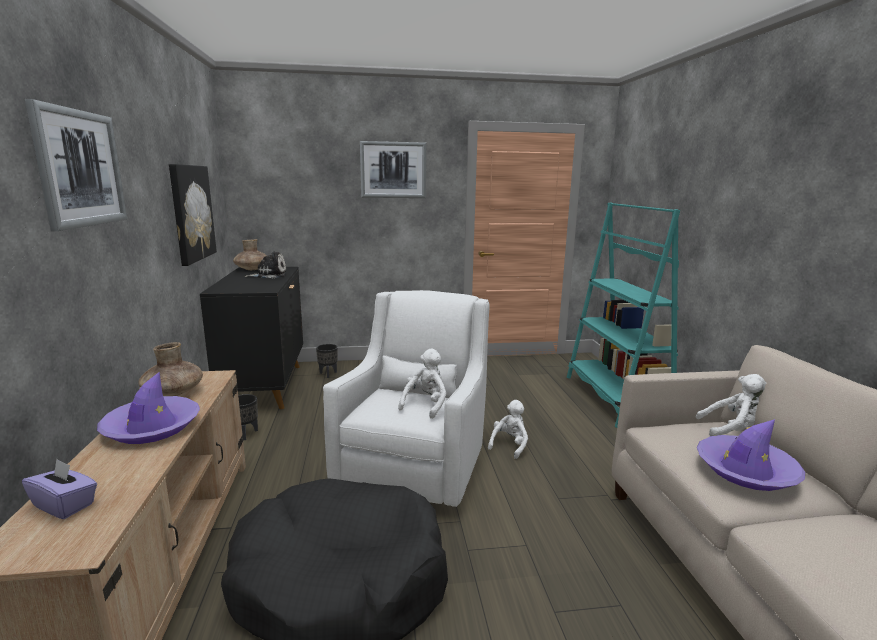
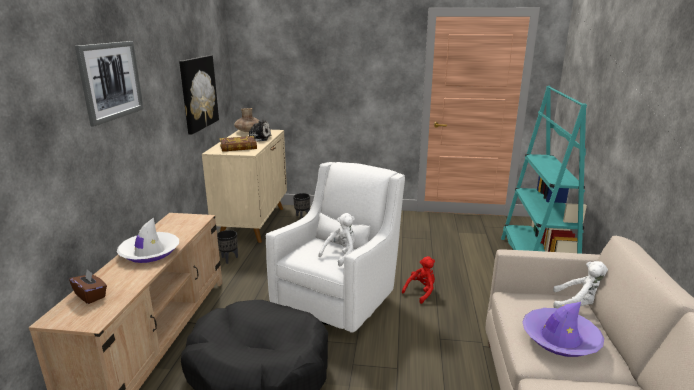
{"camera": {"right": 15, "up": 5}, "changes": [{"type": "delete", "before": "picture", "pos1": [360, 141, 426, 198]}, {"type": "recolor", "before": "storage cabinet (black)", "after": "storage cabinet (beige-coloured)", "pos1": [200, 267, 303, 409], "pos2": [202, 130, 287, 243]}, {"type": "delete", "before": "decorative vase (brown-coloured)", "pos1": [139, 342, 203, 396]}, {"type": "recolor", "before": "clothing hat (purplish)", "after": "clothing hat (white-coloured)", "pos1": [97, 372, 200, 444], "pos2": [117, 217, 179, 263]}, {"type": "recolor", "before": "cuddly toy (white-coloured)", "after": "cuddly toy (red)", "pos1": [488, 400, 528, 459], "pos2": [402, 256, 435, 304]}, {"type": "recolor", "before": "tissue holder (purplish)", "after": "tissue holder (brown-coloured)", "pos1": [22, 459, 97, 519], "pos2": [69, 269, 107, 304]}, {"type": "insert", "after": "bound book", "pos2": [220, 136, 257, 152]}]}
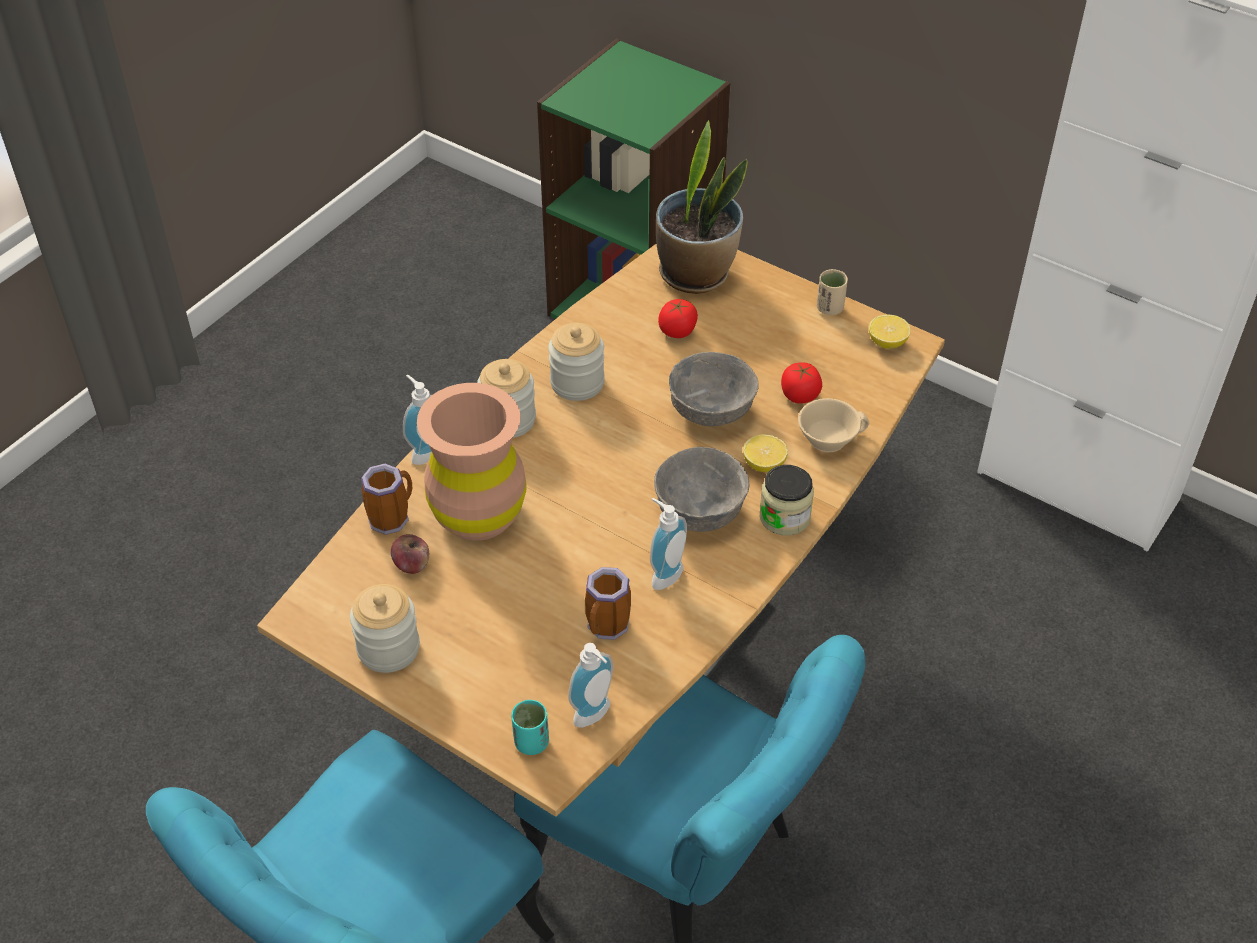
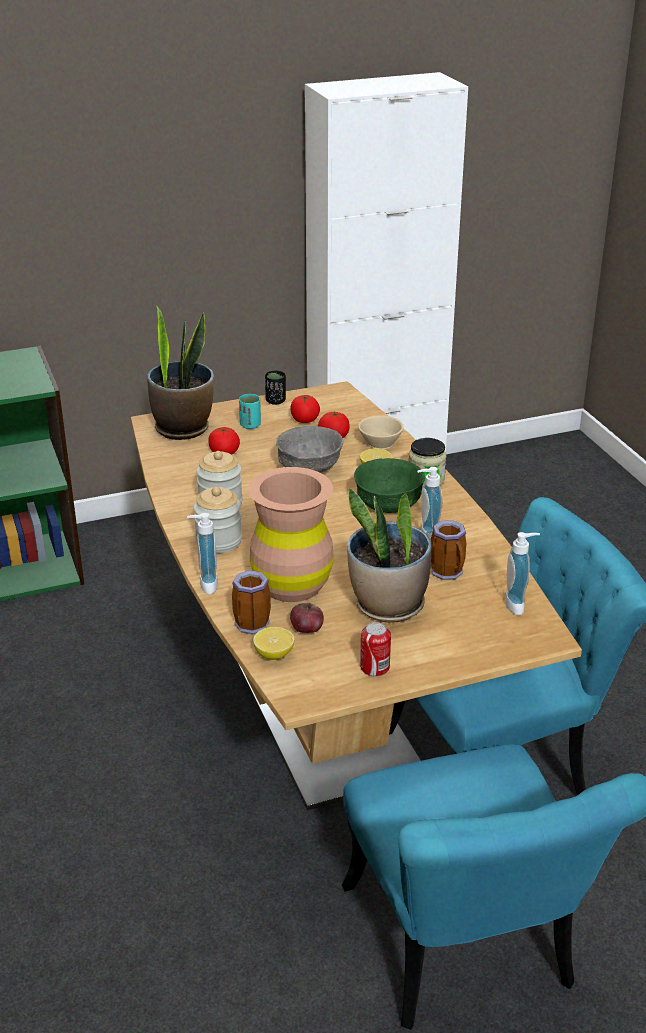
{"camera": {"right": -55, "up": -15}, "changes": [{"type": "recolor", "before": "drinking cup (beige-coloured)", "after": "drinking cup (black)", "pos1": [817, 269, 848, 315], "pos2": [265, 370, 286, 405]}, {"type": "move", "before": "lemon", "pos1": [869, 314, 910, 349], "pos2": [253, 627, 294, 660]}, {"type": "recolor", "before": "serving bowl (grey)", "after": "serving bowl (green-coloured)", "pos1": [654, 447, 749, 532], "pos2": [354, 458, 425, 513]}, {"type": "replace", "before": "jar", "after": "metal can", "pos1": [350, 584, 420, 673], "pos2": [360, 622, 391, 677]}, {"type": "move", "before": "drinking cup (blue-green)", "pos1": [511, 700, 549, 755], "pos2": [239, 394, 261, 429]}, {"type": "insert", "after": "tomato", "pos2": [290, 395, 320, 423]}, {"type": "insert", "after": "houseplant", "pos2": [347, 488, 431, 623]}]}
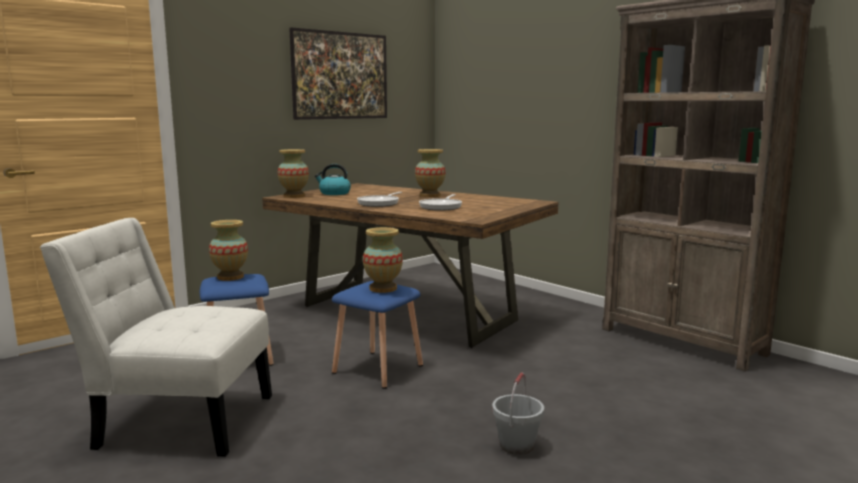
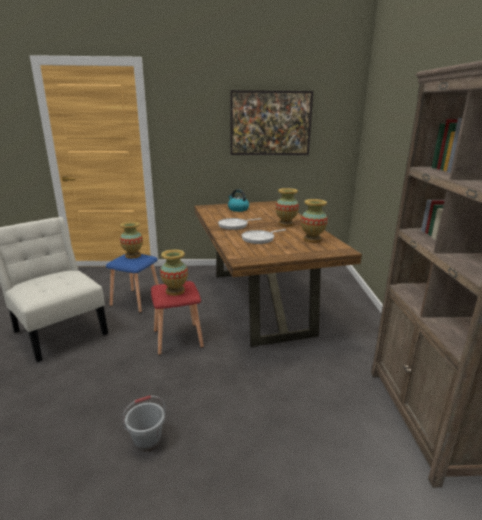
{"camera": {"right": 40, "up": 10}, "changes": [{"type": "move", "before": "decorative vase", "pos1": [278, 149, 309, 198], "pos2": [301, 199, 328, 243]}, {"type": "recolor", "before": "stool seat (blue)", "after": "stool seat (red)", "pos1": [332, 281, 423, 389], "pos2": [151, 281, 204, 355]}]}
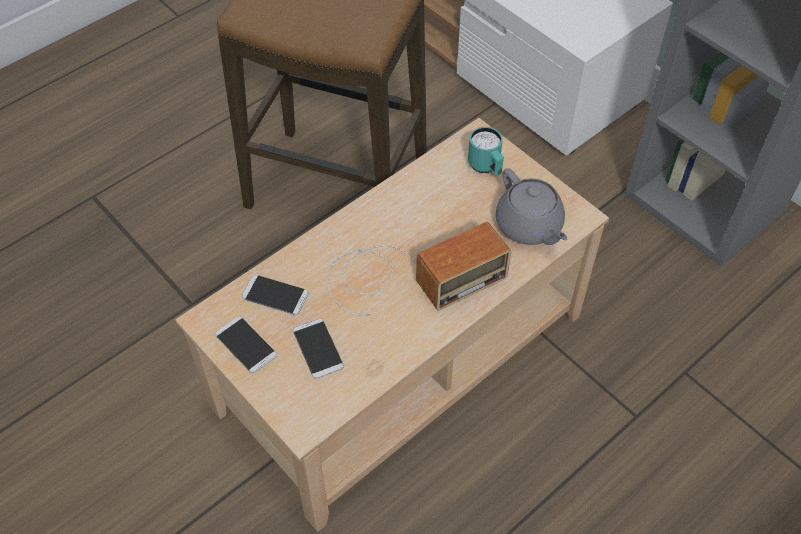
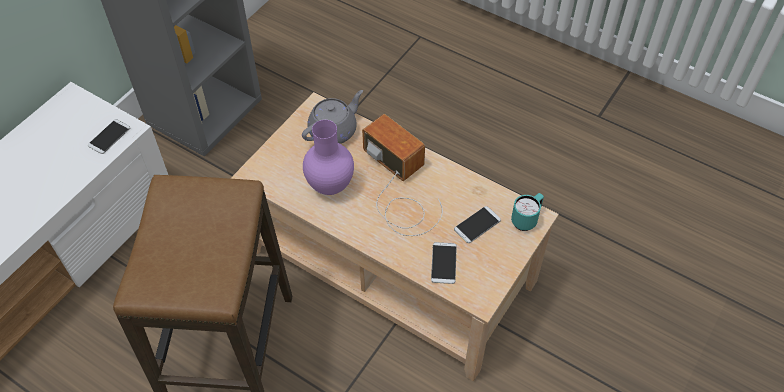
{"camera": {"right": -105, "up": 0}, "changes": [{"type": "move", "before": "coffee mug (blue-green)", "pos1": [468, 127, 504, 175], "pos2": [511, 193, 544, 231]}, {"type": "move", "before": "telephone", "pos1": [215, 316, 277, 373], "pos2": [88, 119, 130, 154]}, {"type": "insert", "after": "decorative vase (purplish)", "pos2": [303, 120, 354, 195]}]}
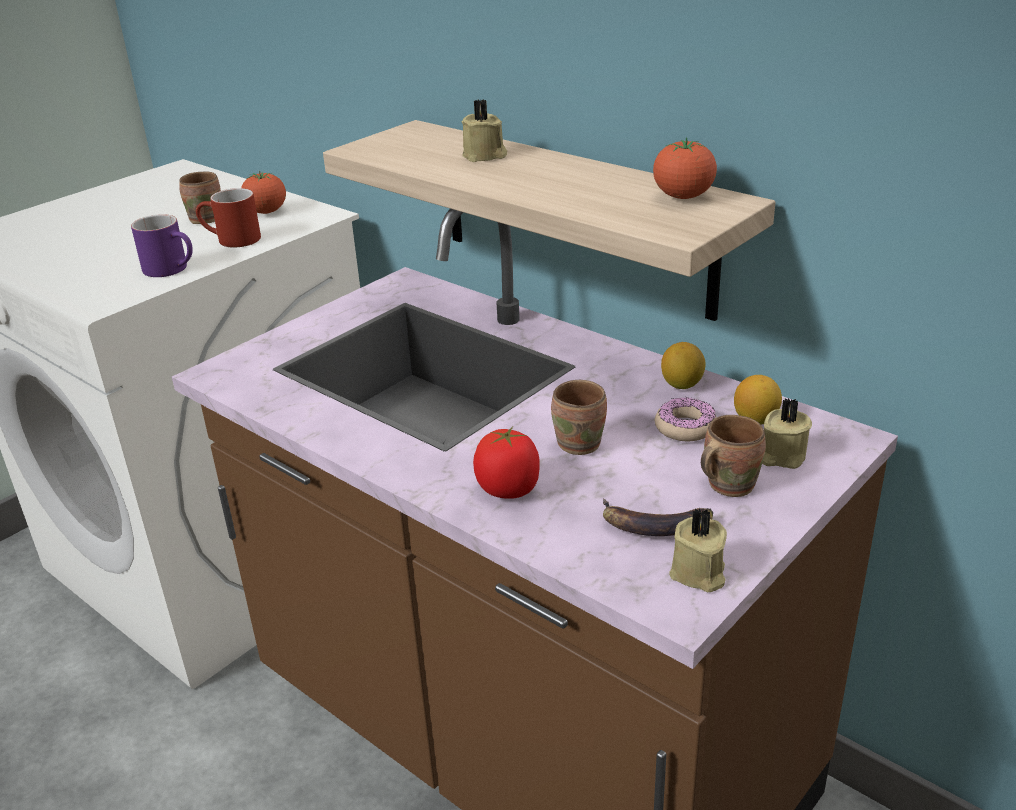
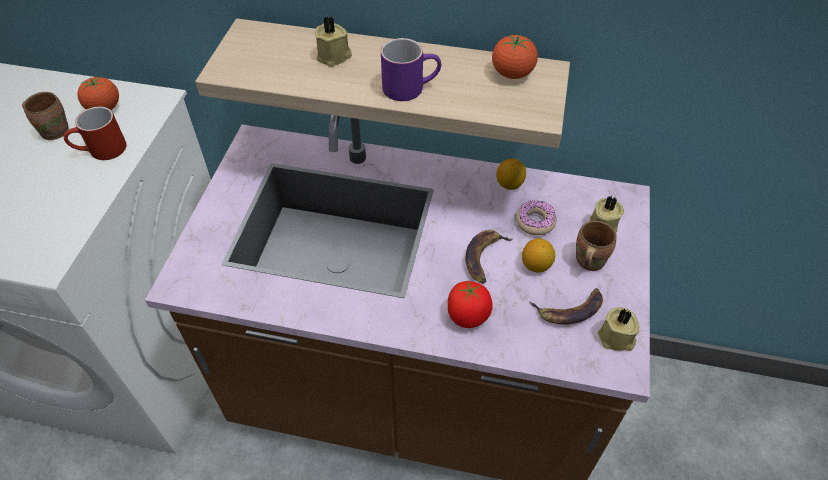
{"camera": {"right": -30, "up": 20}, "changes": [{"type": "move", "before": "coffee mug (purplish)", "pos1": [131, 214, 193, 277], "pos2": [381, 38, 441, 101]}, {"type": "move", "before": "lemon", "pos1": [734, 375, 782, 424], "pos2": [522, 239, 555, 272]}, {"type": "replace", "before": "coffee mug (brown-coloured)", "after": "whole banana", "pos1": [551, 380, 607, 455], "pos2": [465, 230, 514, 284]}]}
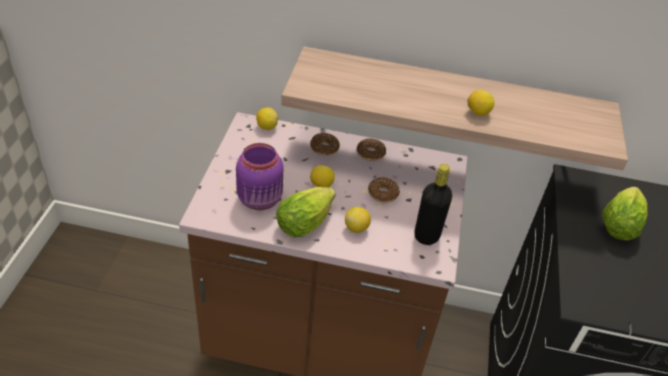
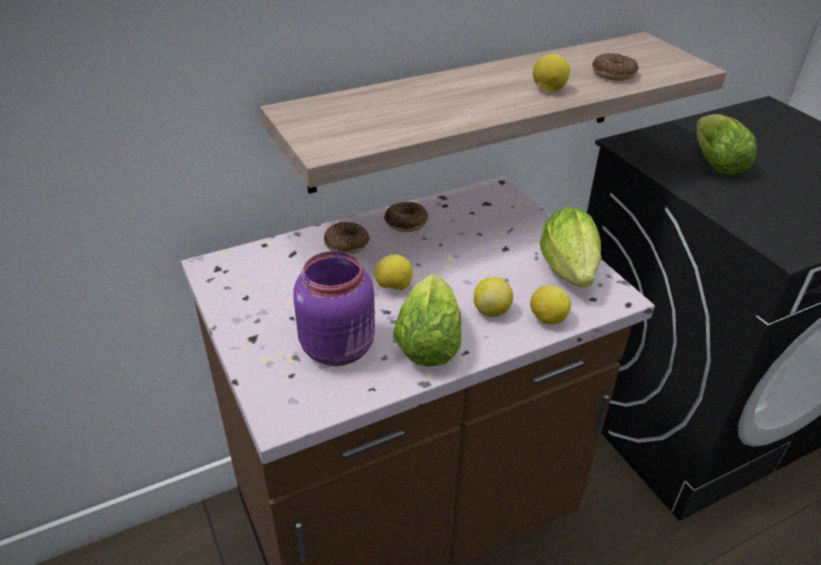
{"camera": {"right": -35, "up": -5}, "changes": [{"type": "move", "before": "lemon", "pos1": [256, 107, 278, 130], "pos2": [530, 285, 571, 324]}, {"type": "replace", "before": "bottle (black)", "after": "head of lettuce", "pos1": [414, 164, 452, 245], "pos2": [540, 207, 601, 288]}, {"type": "move", "before": "donut", "pos1": [368, 177, 400, 203], "pos2": [592, 53, 639, 81]}]}
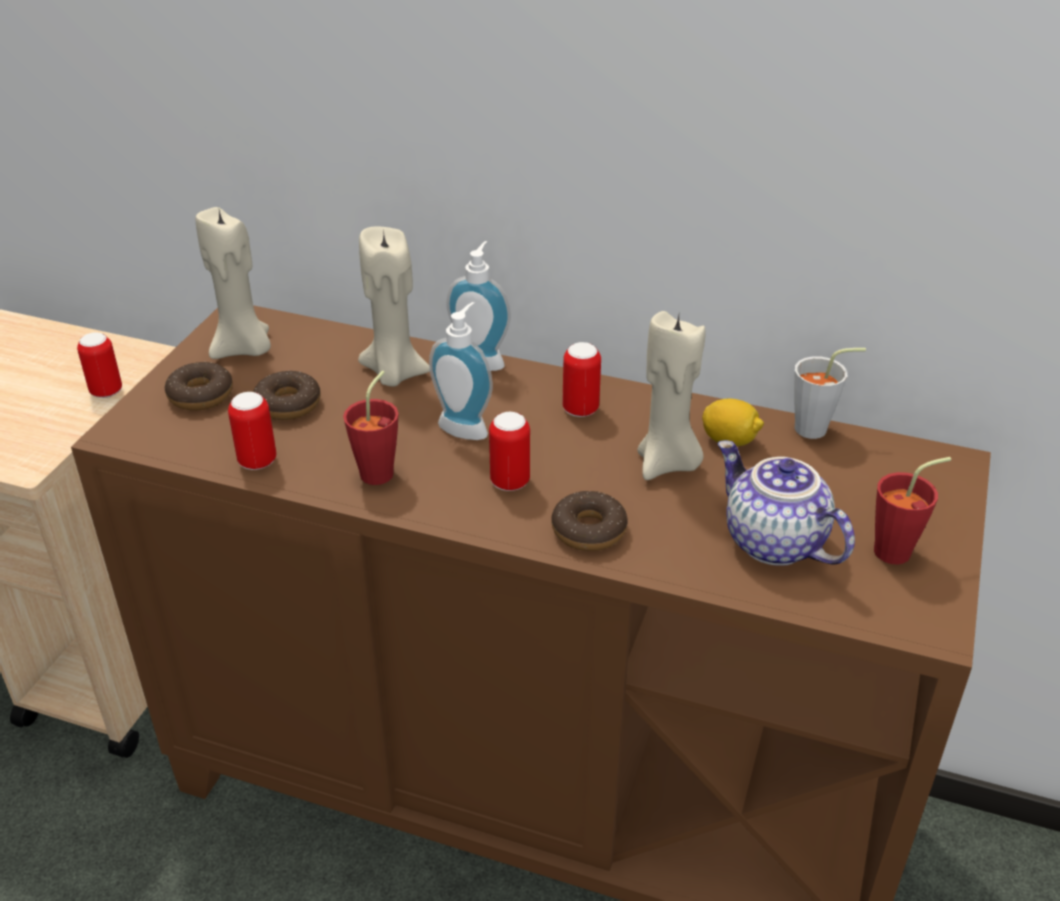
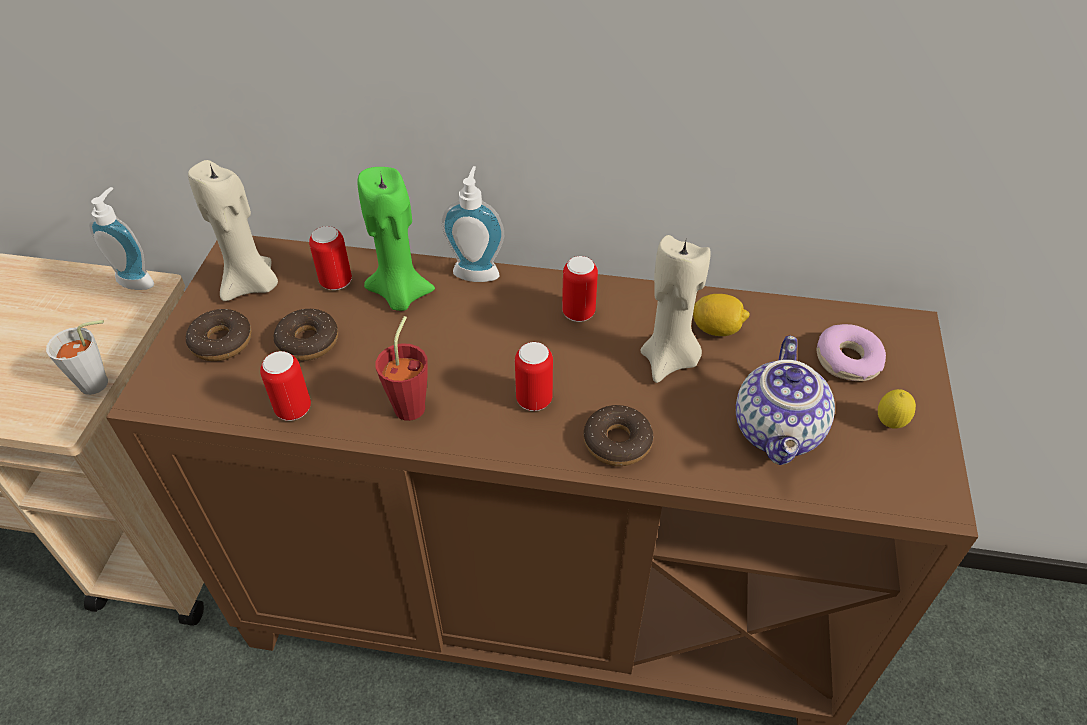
{"camera": {"right": -10, "up": 10}, "changes": [{"type": "recolor", "before": "wax light (beige-coloured)", "after": "wax light (green-coloured)", "pos1": [358, 226, 430, 387], "pos2": [357, 167, 435, 311]}, {"type": "move", "before": "soap dispenser", "pos1": [429, 302, 493, 440], "pos2": [89, 187, 154, 290]}, {"type": "move", "before": "metal can", "pos1": [77, 333, 122, 398], "pos2": [309, 226, 352, 290]}, {"type": "move", "before": "drinking cup (grey)", "pos1": [794, 348, 866, 439], "pos2": [46, 320, 108, 395]}, {"type": "rotate", "before": "pot for tea", "pos1": [717, 440, 855, 566], "pos2": [736, 335, 835, 465], "turn": -120}, {"type": "replace", "before": "drinking cup (red)", "after": "lemon", "pos1": [874, 457, 951, 565], "pos2": [878, 389, 916, 429]}, {"type": "insert", "after": "donut", "pos2": [817, 324, 886, 381]}]}
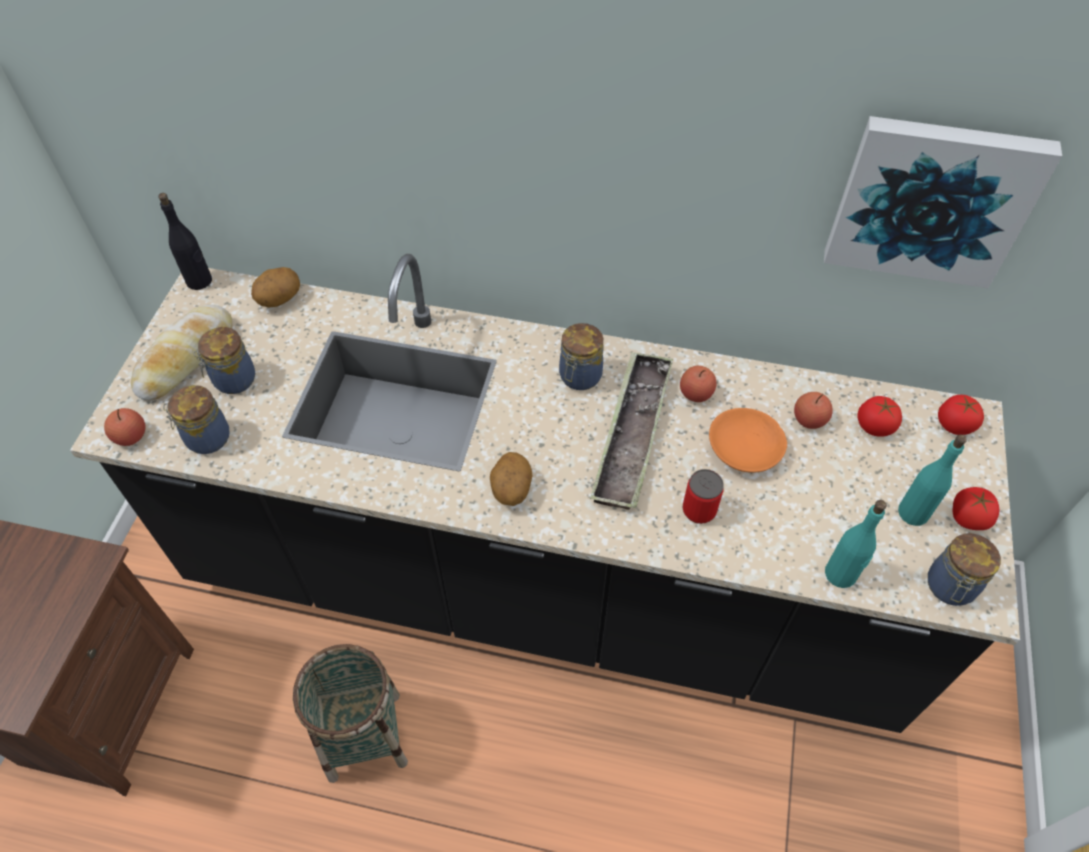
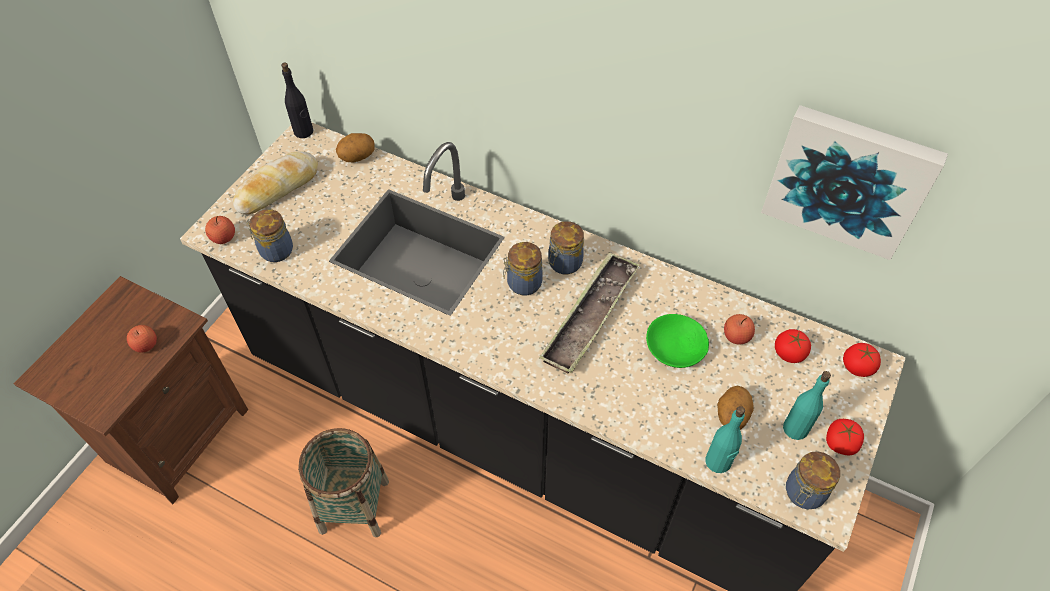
{"camera": {"right": 15, "up": 0}, "changes": [{"type": "move", "before": "jar", "pos1": [193, 327, 255, 394], "pos2": [503, 242, 543, 295]}, {"type": "move", "before": "apple", "pos1": [680, 366, 717, 402], "pos2": [127, 325, 157, 353]}, {"type": "recolor", "before": "serving bowl (orange-coloured)", "after": "serving bowl (green-coloured)", "pos1": [709, 408, 787, 473], "pos2": [646, 314, 709, 368]}, {"type": "move", "before": "spud", "pos1": [490, 452, 533, 506], "pos2": [717, 386, 754, 430]}, {"type": "delete", "before": "metal can", "pos1": [683, 469, 724, 524]}]}
